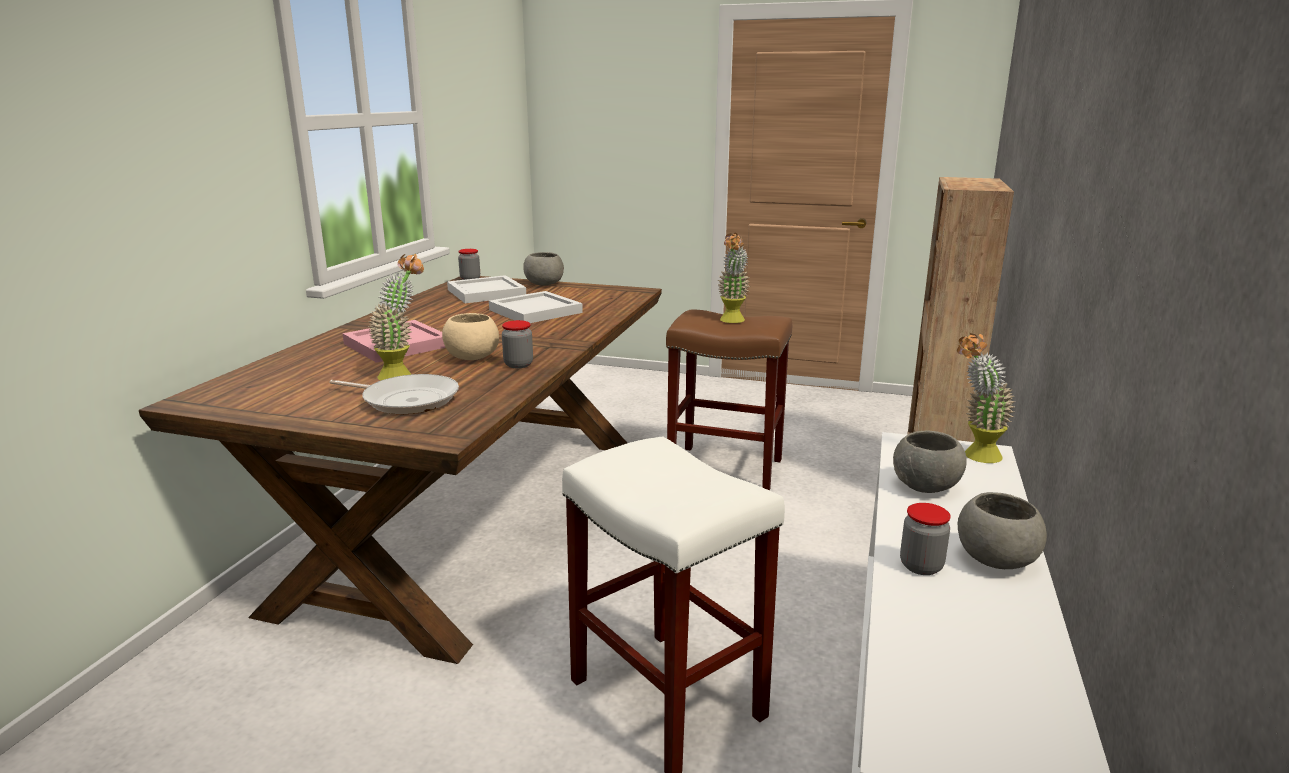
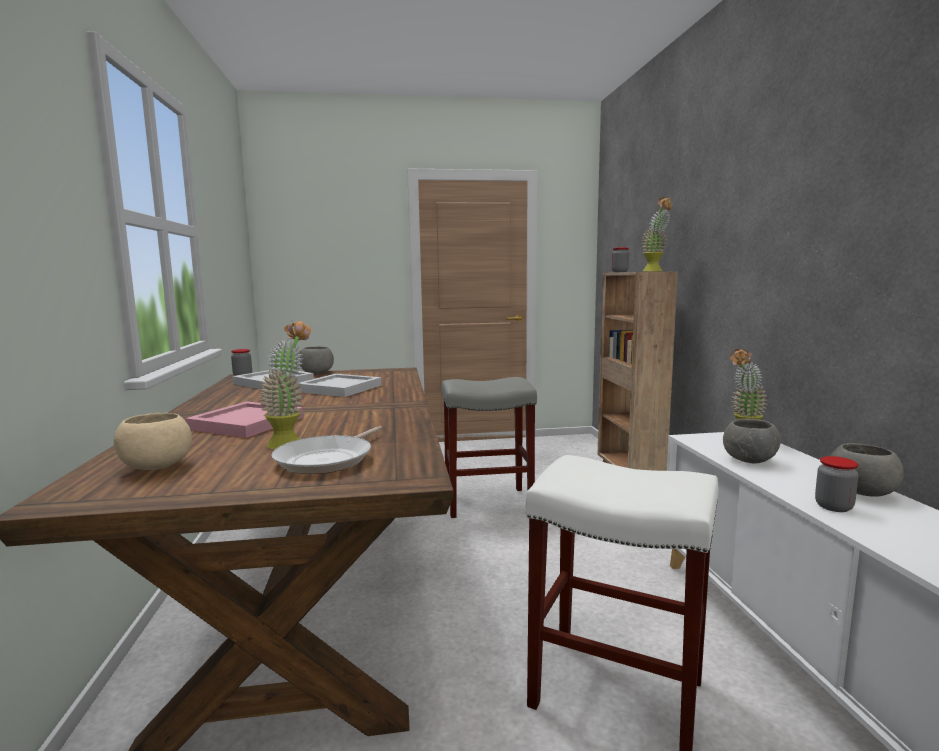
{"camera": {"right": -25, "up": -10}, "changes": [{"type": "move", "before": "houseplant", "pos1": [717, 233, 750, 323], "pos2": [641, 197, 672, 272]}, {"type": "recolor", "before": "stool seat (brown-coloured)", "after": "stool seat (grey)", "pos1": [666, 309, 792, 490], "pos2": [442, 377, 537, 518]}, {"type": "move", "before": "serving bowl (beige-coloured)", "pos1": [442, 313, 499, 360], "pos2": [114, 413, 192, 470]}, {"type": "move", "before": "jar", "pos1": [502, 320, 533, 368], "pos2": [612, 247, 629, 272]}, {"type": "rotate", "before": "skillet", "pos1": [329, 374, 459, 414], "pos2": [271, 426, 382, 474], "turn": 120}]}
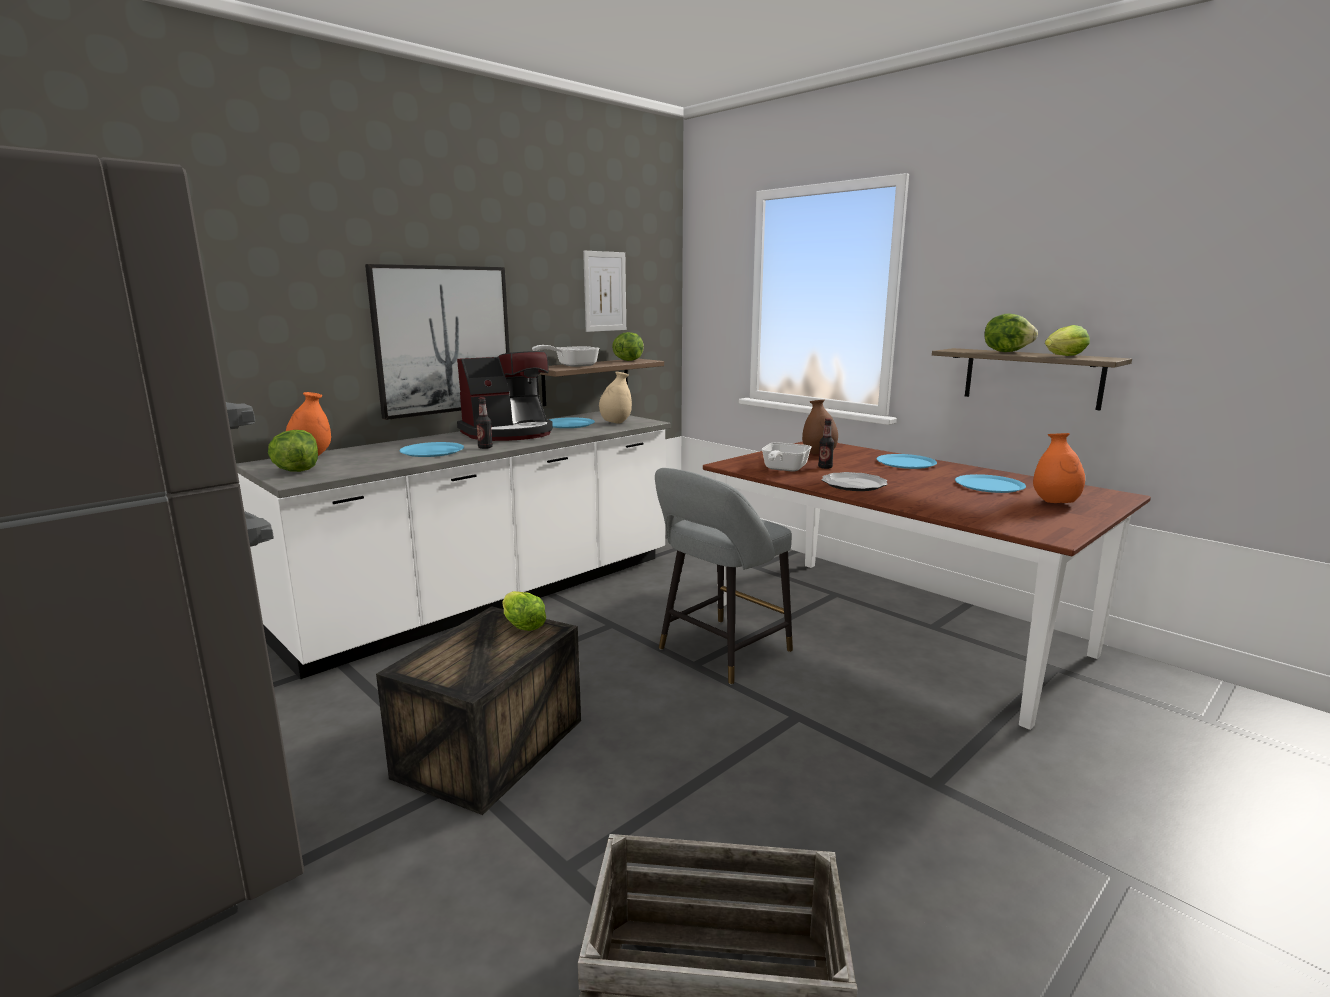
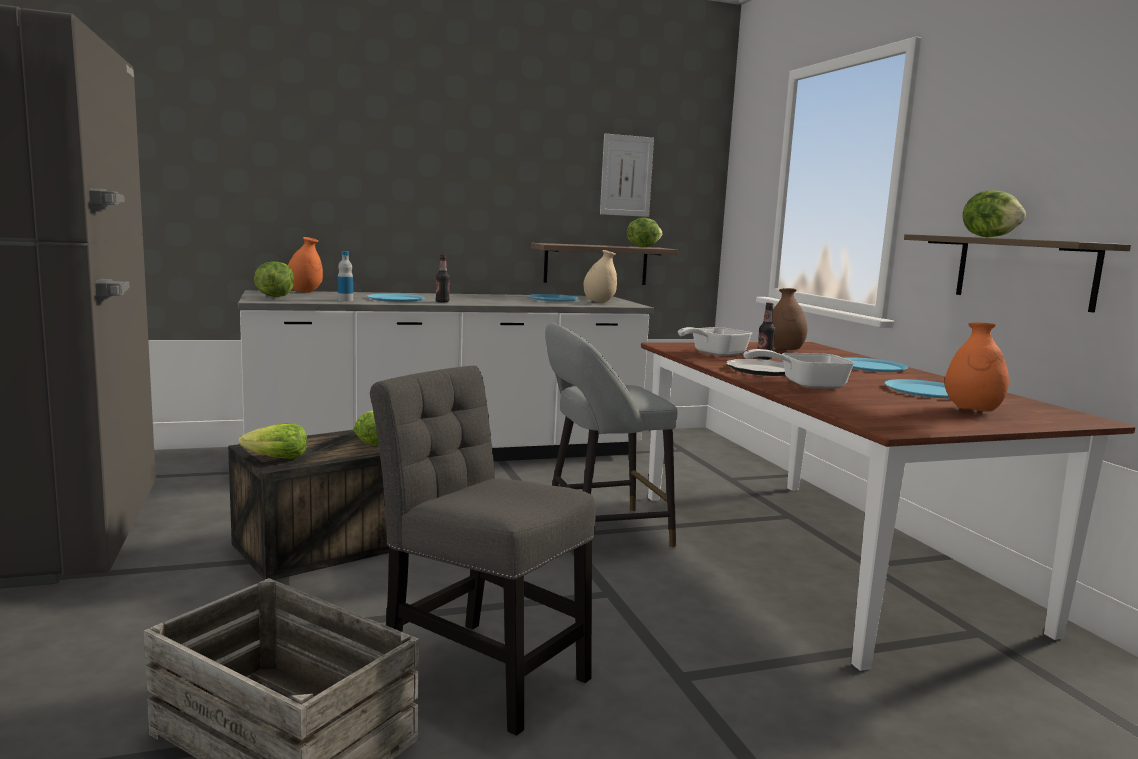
{"camera": {"right": 25, "up": -5}, "changes": [{"type": "delete", "before": "picture", "pos1": [365, 264, 510, 420]}, {"type": "move", "before": "head of lettuce", "pos1": [1045, 325, 1090, 356], "pos2": [239, 423, 307, 459]}, {"type": "move", "before": "skillet", "pos1": [532, 345, 600, 367], "pos2": [743, 349, 855, 389]}, {"type": "delete", "before": "coffee machine", "pos1": [457, 351, 553, 441]}, {"type": "insert", "after": "bottle", "pos2": [338, 251, 353, 301]}, {"type": "insert", "after": "upright chair (grey)", "pos2": [370, 366, 596, 735]}]}
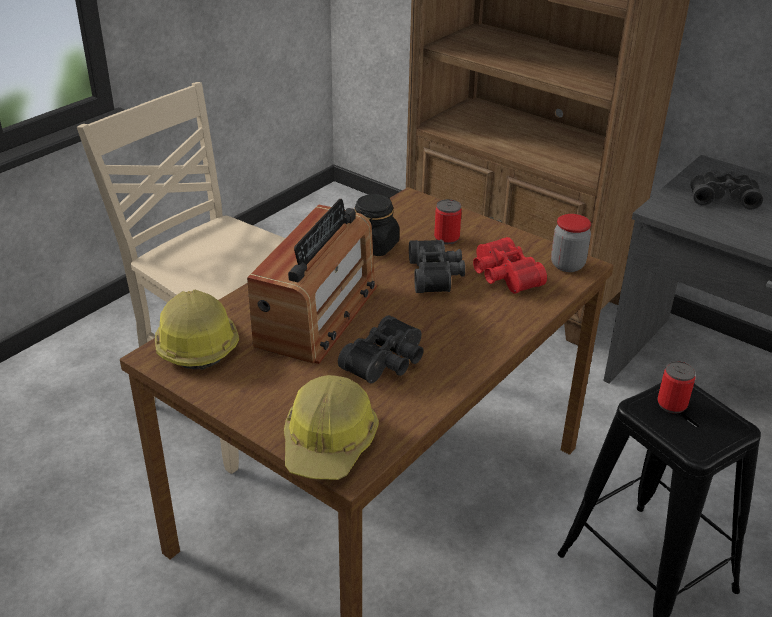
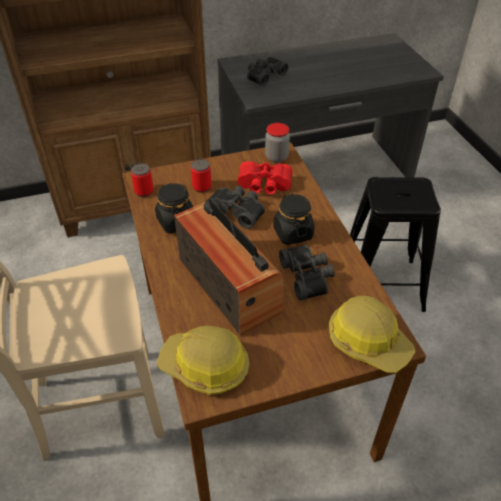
{"camera": {"right": -55, "up": 10}, "changes": [{"type": "move", "before": "metal can", "pos1": [658, 361, 696, 413], "pos2": [131, 163, 154, 197]}, {"type": "insert", "after": "jar (black)", "pos2": [274, 194, 314, 245]}]}
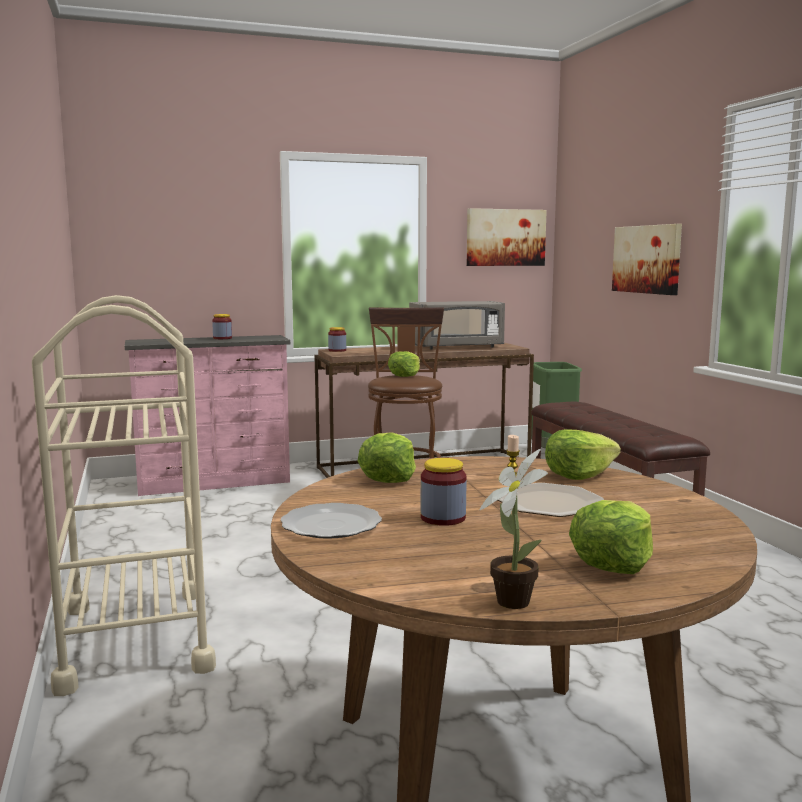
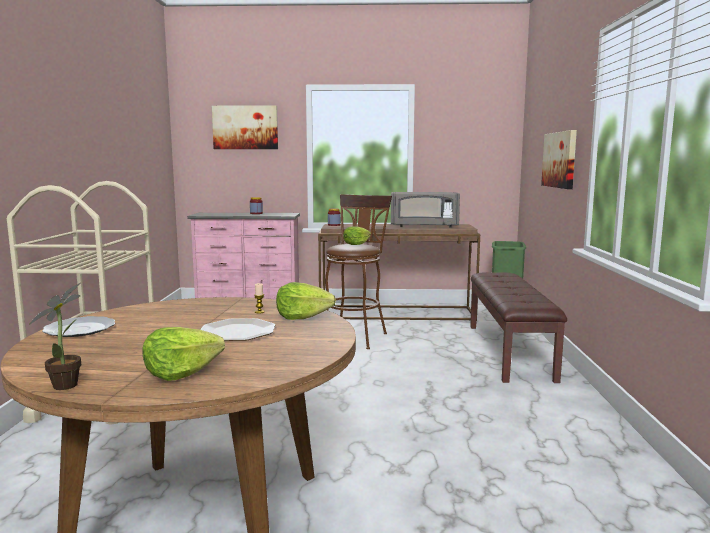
{"camera": {"right": 20, "up": 0}, "changes": [{"type": "move", "before": "picture", "pos1": [467, 208, 547, 266], "pos2": [212, 105, 278, 149]}, {"type": "delete", "before": "head of lettuce", "pos1": [358, 432, 416, 483]}, {"type": "delete", "before": "jar", "pos1": [421, 458, 467, 526]}]}
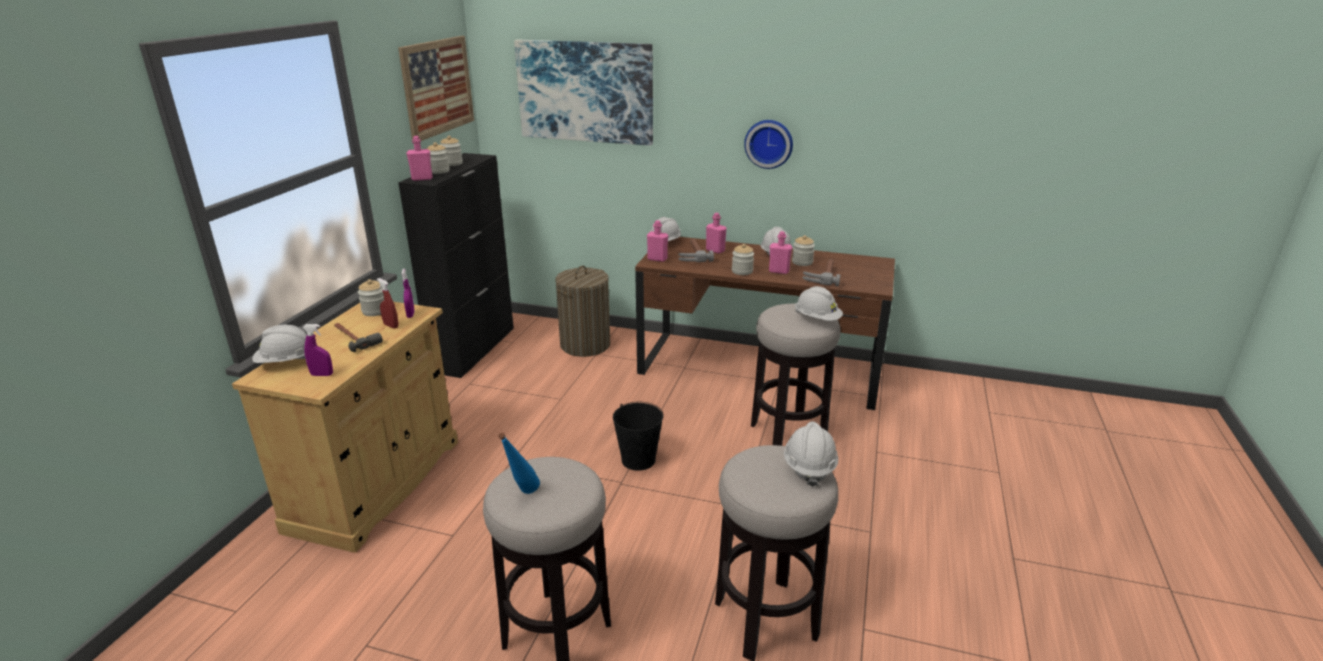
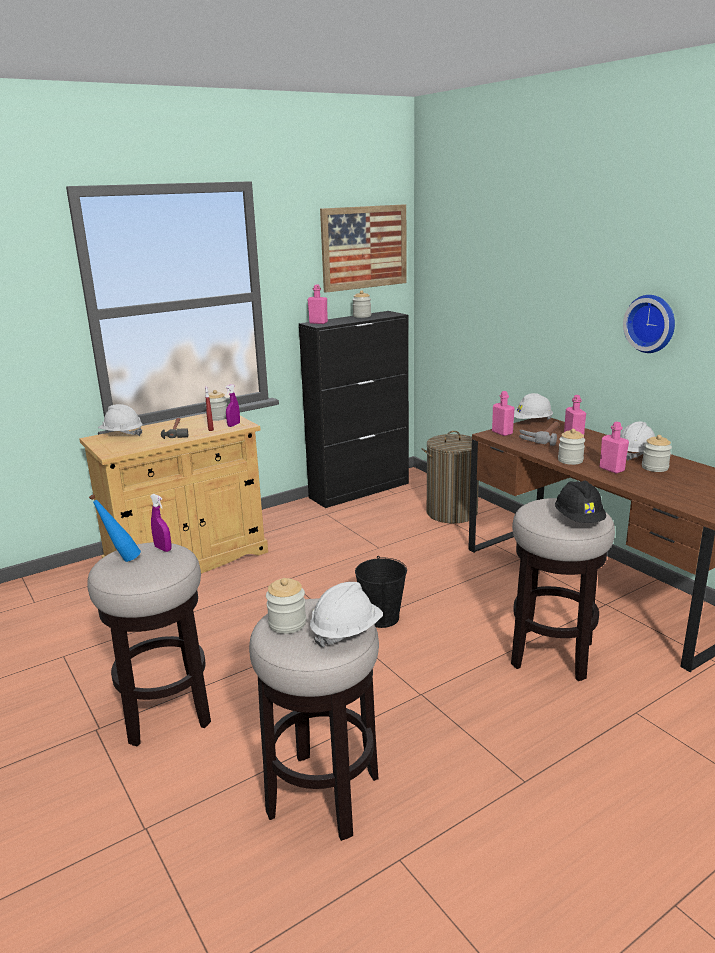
{"camera": {"right": 40, "up": -5}, "changes": [{"type": "delete", "before": "picture", "pos1": [514, 40, 653, 146]}, {"type": "move", "before": "jar", "pos1": [426, 142, 450, 174], "pos2": [266, 578, 306, 634]}, {"type": "delete", "before": "hammer", "pos1": [803, 260, 840, 286]}, {"type": "recolor", "before": "hard hat (white-coloured)", "after": "hard hat (black)", "pos1": [795, 286, 843, 321], "pos2": [555, 481, 606, 523]}, {"type": "move", "before": "spray bottle (purplish)", "pos1": [302, 324, 333, 376], "pos2": [150, 494, 171, 552]}]}
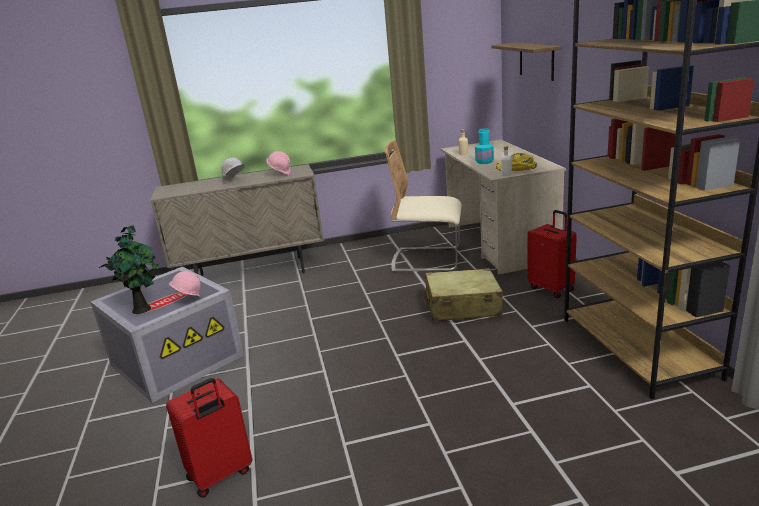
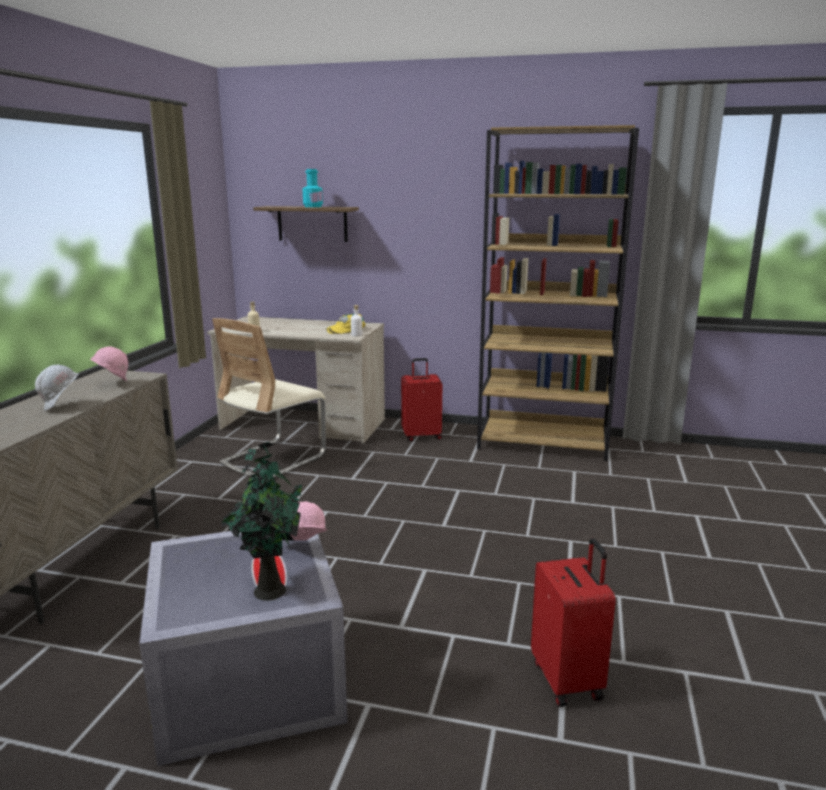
{"camera": {"right": -65, "up": -5}, "changes": [{"type": "move", "before": "bottle (blue-green)", "pos1": [475, 129, 494, 164], "pos2": [302, 169, 323, 207]}, {"type": "delete", "before": "suitcase (beige-coloured)", "pos1": [422, 268, 503, 321]}]}
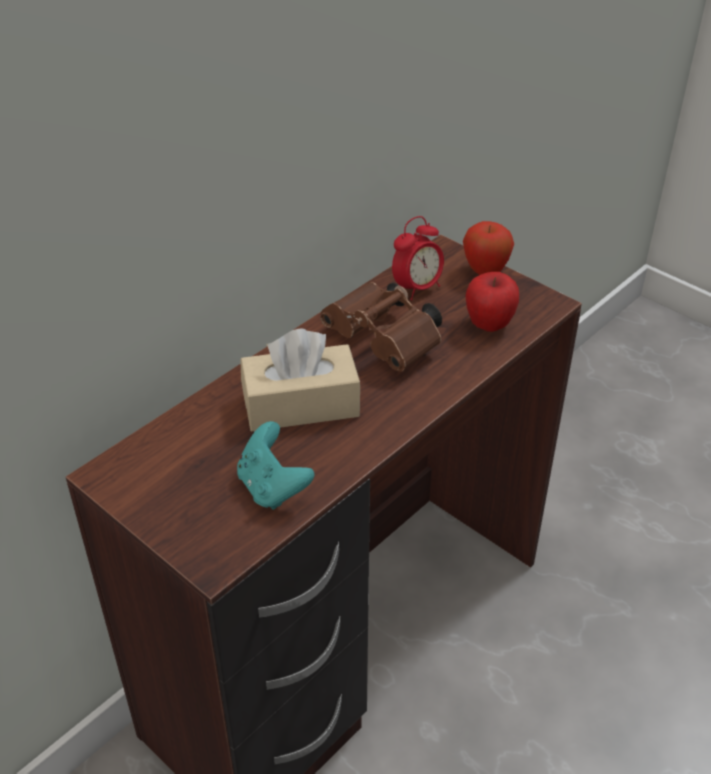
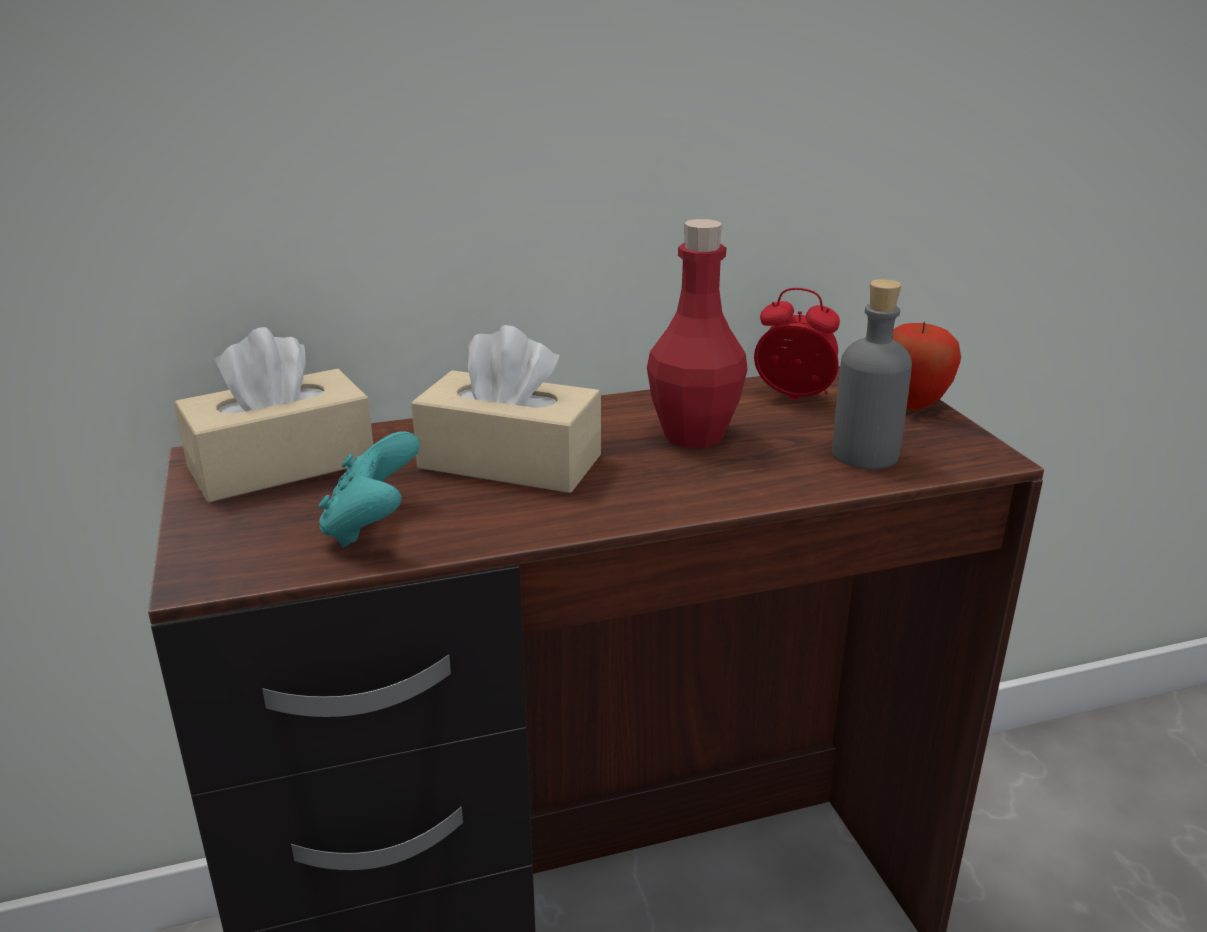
{"camera": {"right": 30, "up": -15}, "changes": [{"type": "rotate", "before": "alarm clock", "pos1": [392, 216, 444, 300], "pos2": [754, 288, 840, 401], "turn": -150}, {"type": "replace", "before": "apple", "after": "bottle (grey)", "pos1": [466, 272, 519, 332], "pos2": [832, 279, 912, 469]}, {"type": "replace", "before": "pair of binoculars (brown-coloured)", "after": "bottle (red)", "pos1": [320, 282, 442, 372], "pos2": [647, 219, 748, 448]}, {"type": "insert", "after": "tissue holder (beige-coloured)", "pos2": [174, 327, 373, 502]}]}
